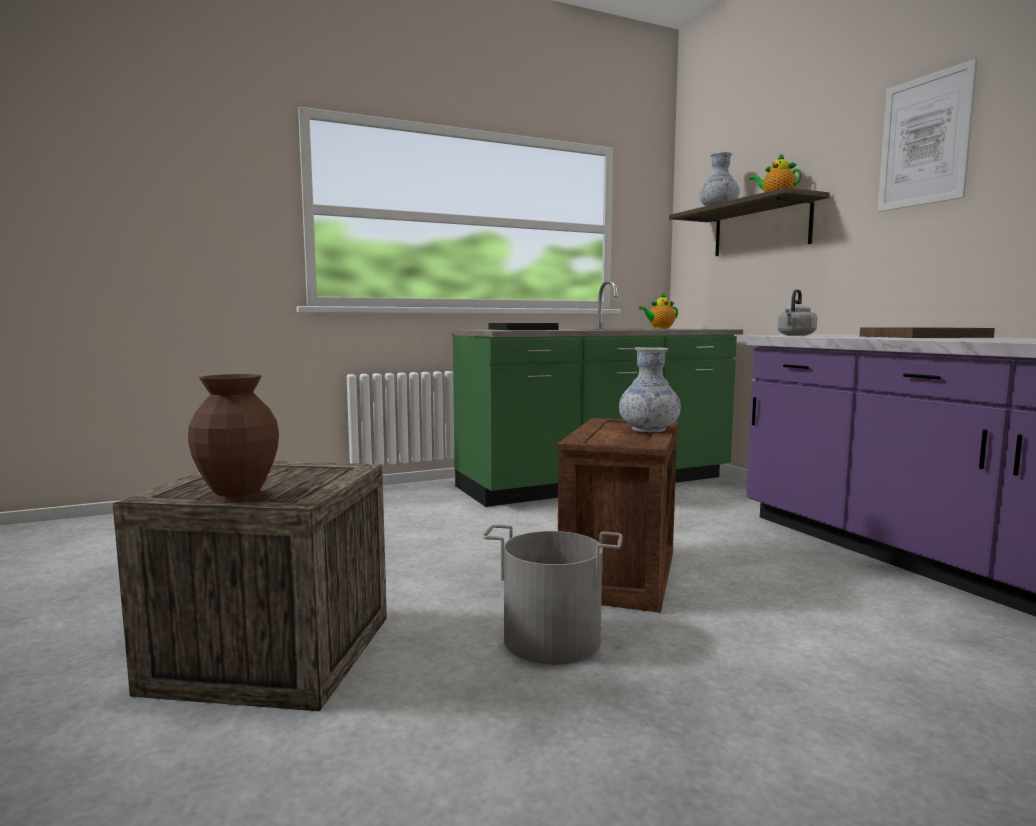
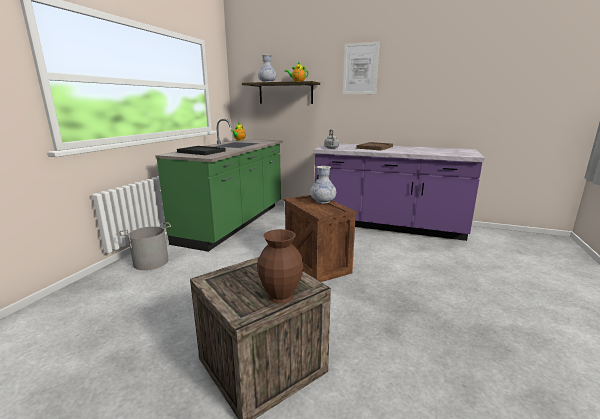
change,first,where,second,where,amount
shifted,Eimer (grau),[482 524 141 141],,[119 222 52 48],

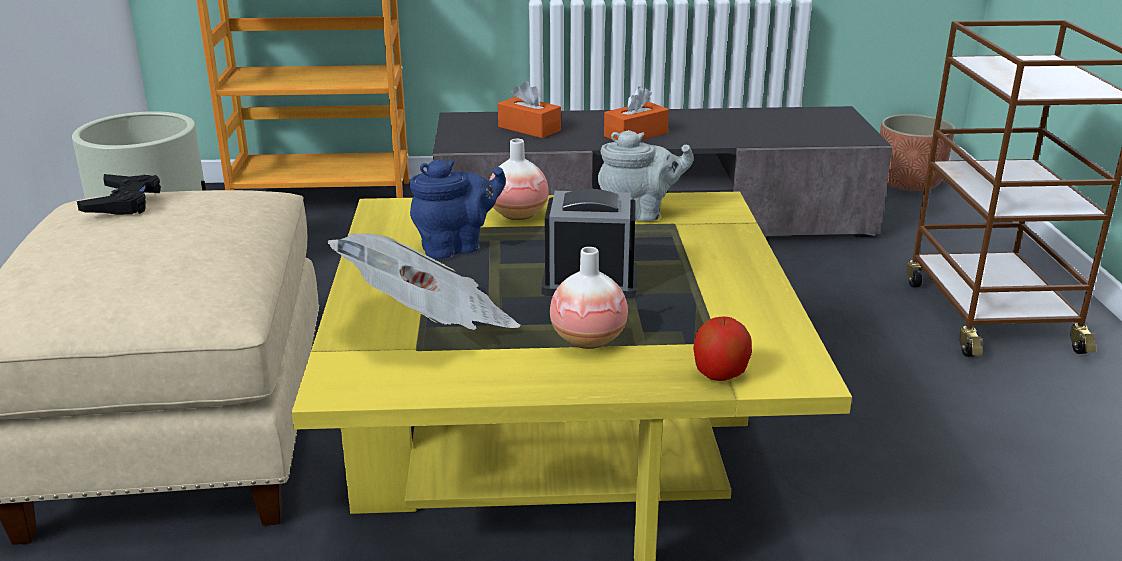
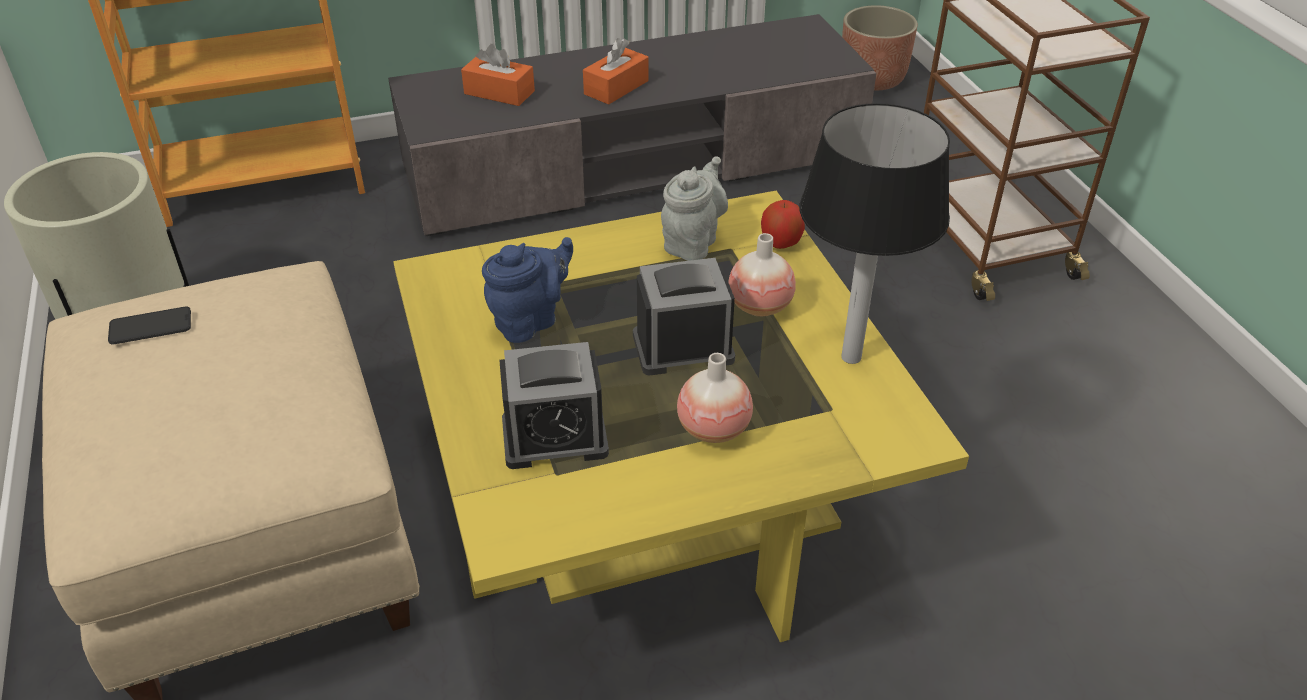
change,first,where,second,where,amount
swapped,Gamepad (schwarz),[77 174 84 41],Handy,[108 306 83 39],
swapped,Zeitung,[328 234 193 96],Wecker,[499 342 110 127],
rotated,Teekanne (grau),[598 130 96 91],,[661 156 67 105],45 degrees counterclockwise
shifted,Vase,[490 139 59 81],,[728 233 68 84],
shifted,Apfel,[693 316 59 65],,[761 200 44 49],
new,,,Tischlampe,[800 103 150 261],

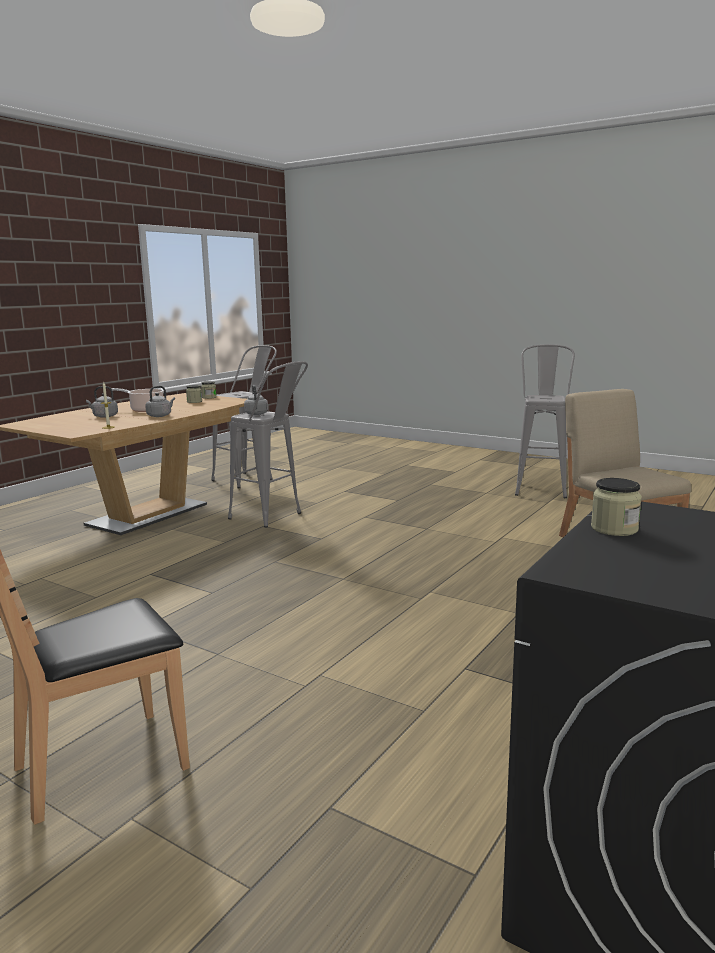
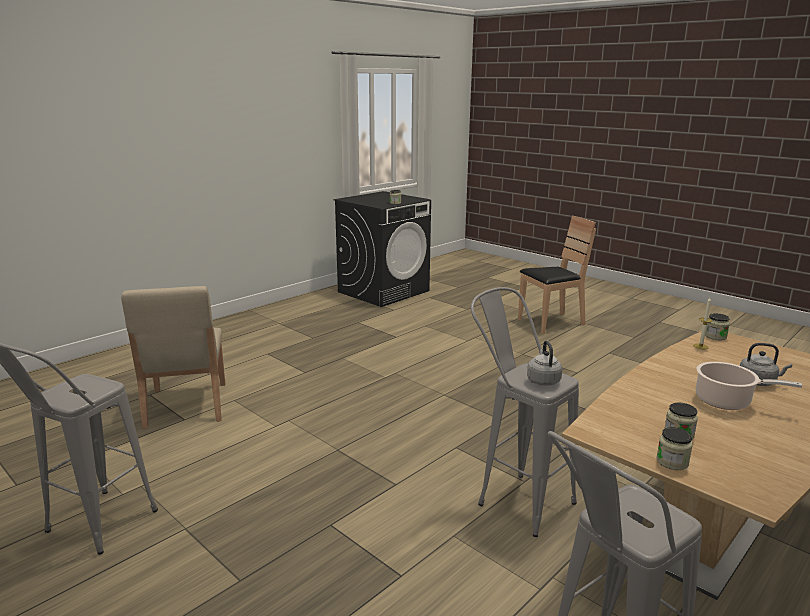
change,first,where,second,where,amount
new,,,Vorratsglas,[705 313 25 27],
gone,Wasserkessel (grau),[145 386 30 31],,,

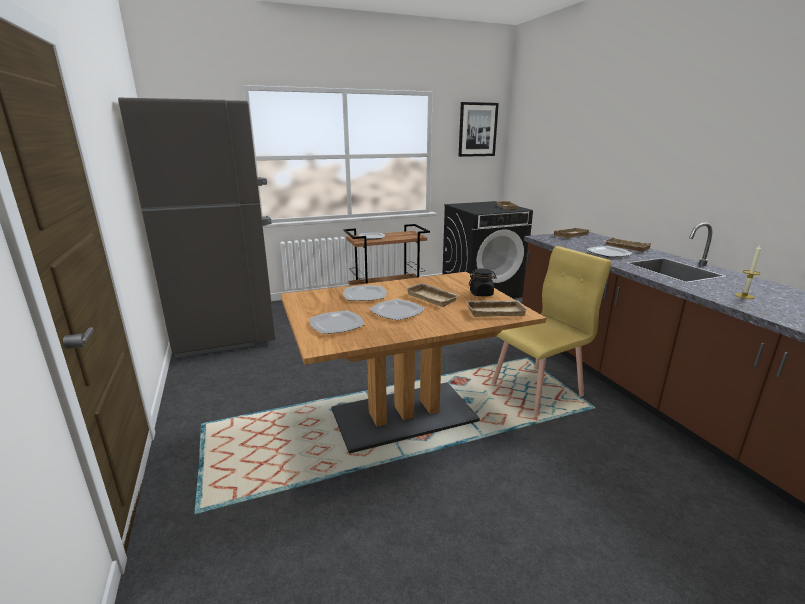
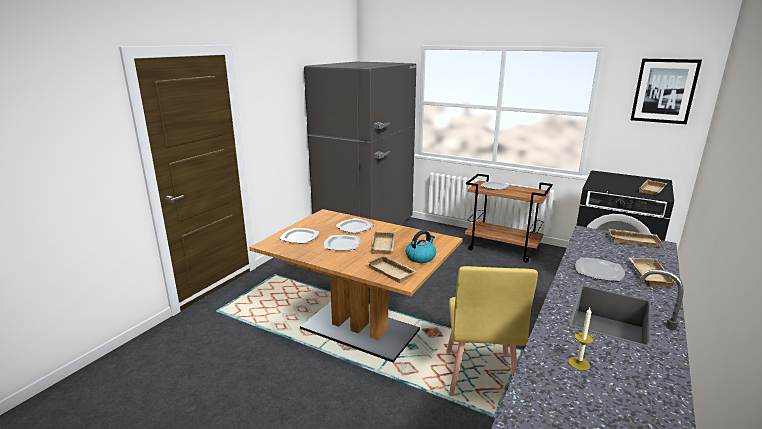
change,first,where,second,where,amount
swapped,Vorratsglas (schwarz),[469 268 28 28],Wasserkessel,[406 230 30 33],
rotated,Stuhl (gelb),[492 246 119 168],,[446 266 92 130],75 degrees clockwise

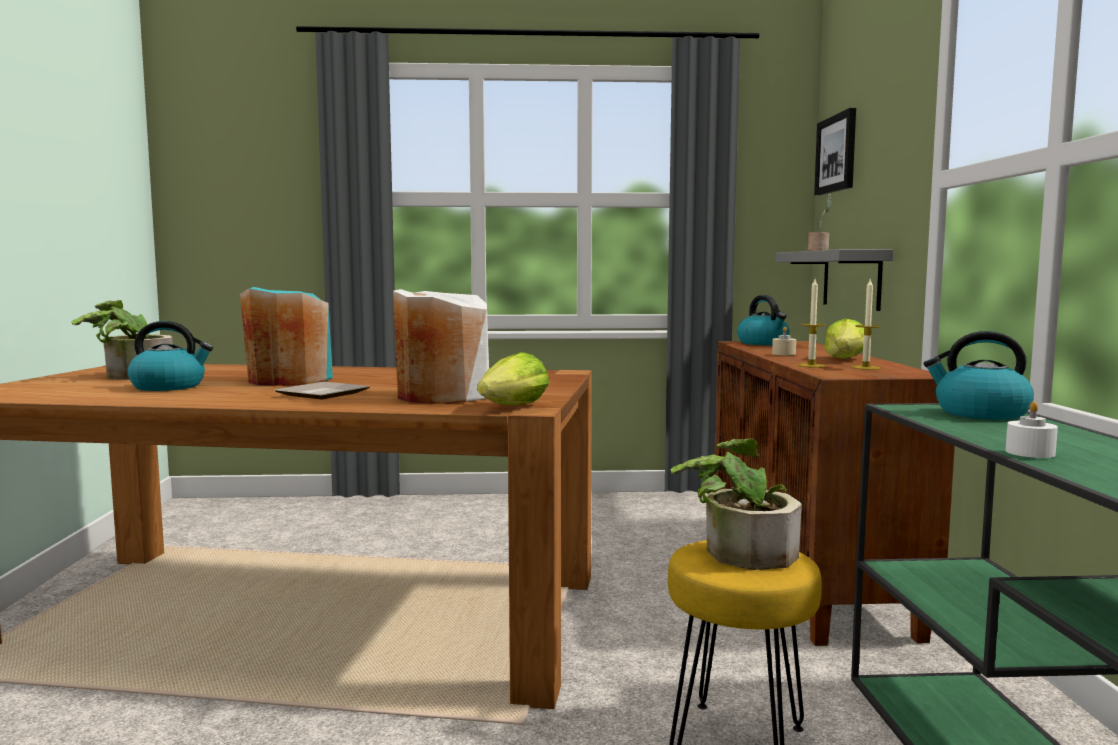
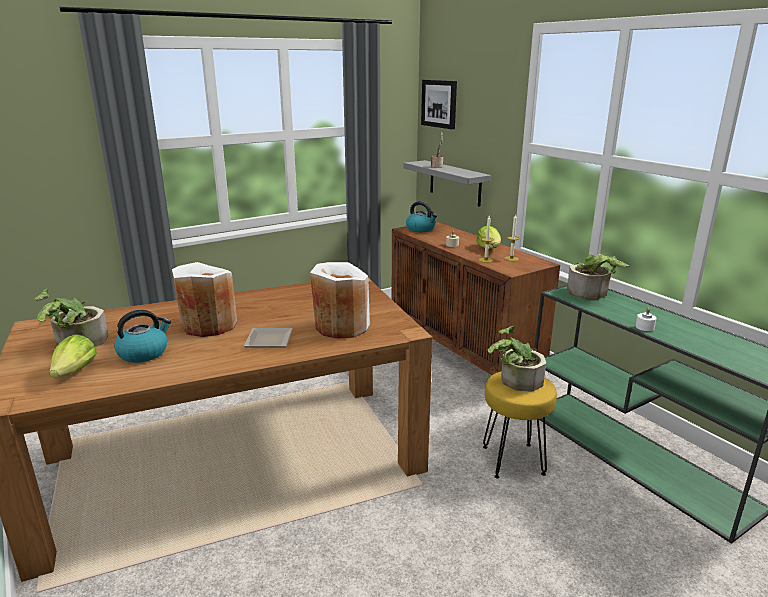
change,first,where,second,where,amount
shifted,Salatkopf,[477 352 72 53],,[49 334 48 43],
repainted,Vase (türkis),[240 287 93 99],Vase (weiß),[172 262 65 75],
swapped,Wasserkessel,[924 331 110 89],Topfpflanze,[567 254 63 45],

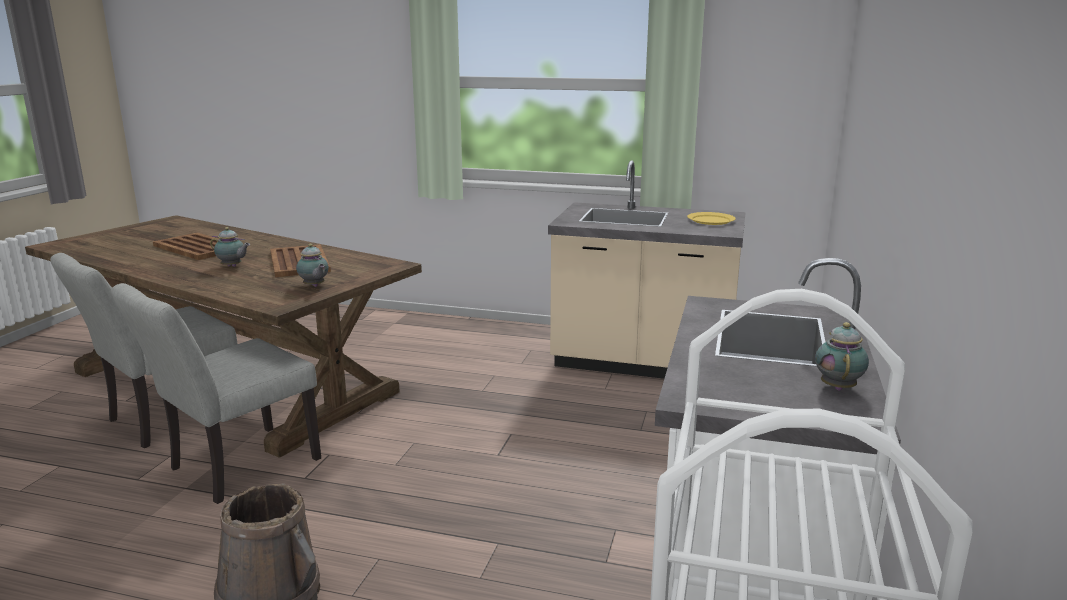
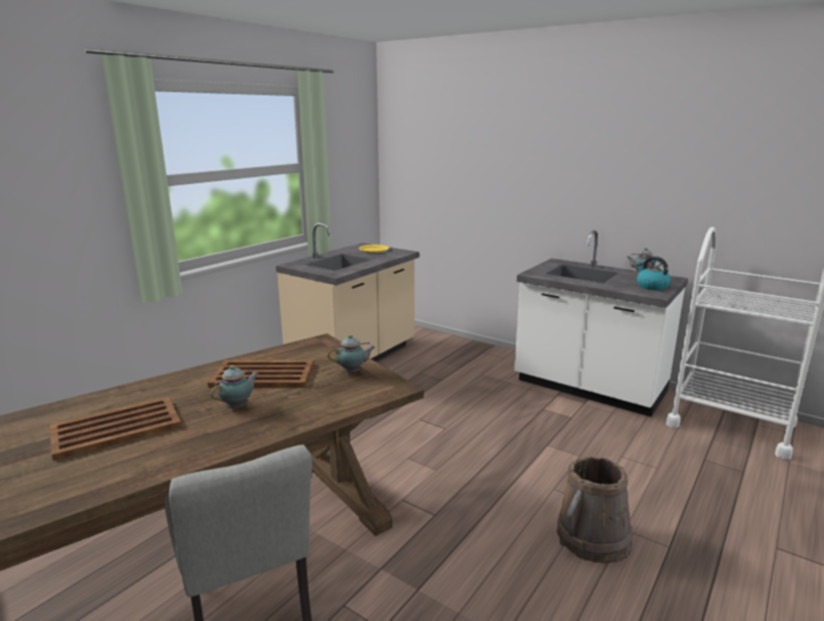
change,first,where,second,where,amount
new,,,Wasserkessel,[636 257 35 33],
gone,Stuhl (grau),[111 283 210 221],,,

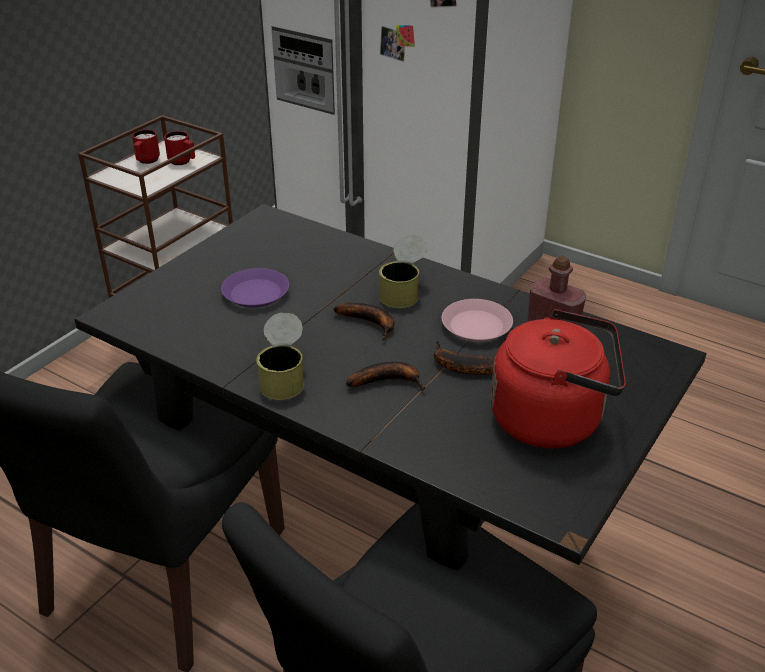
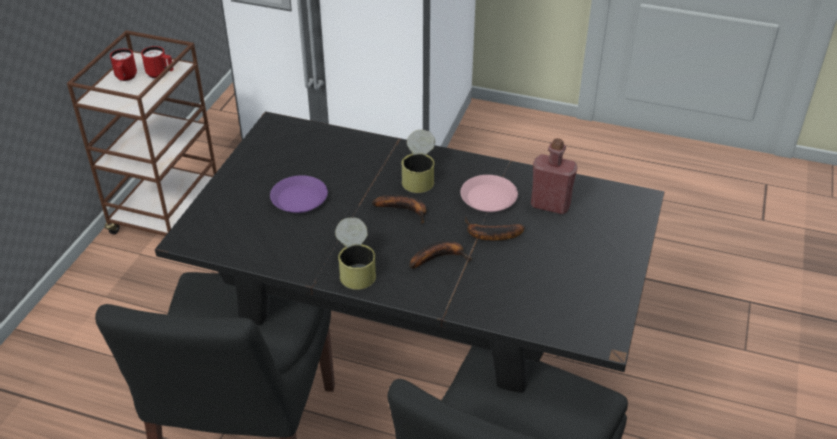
change,first,where,second,where,amount
gone,Wasserkessel (rot),[491 309 135 139],,,

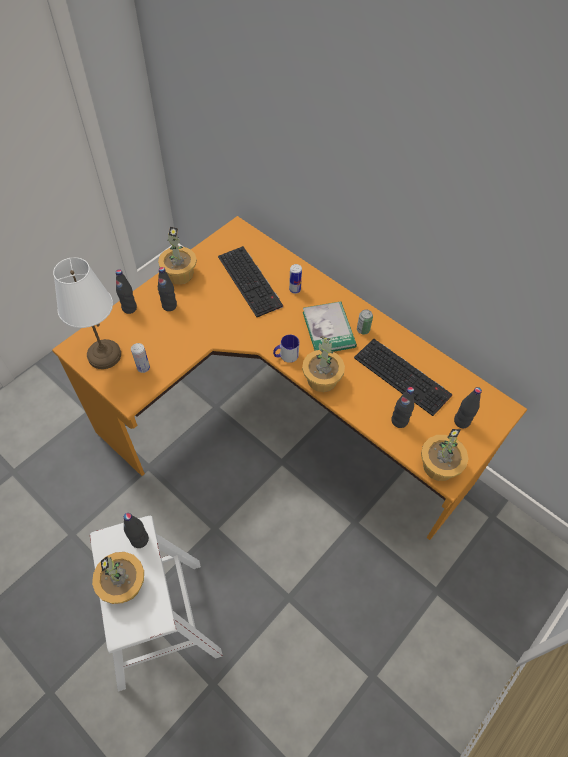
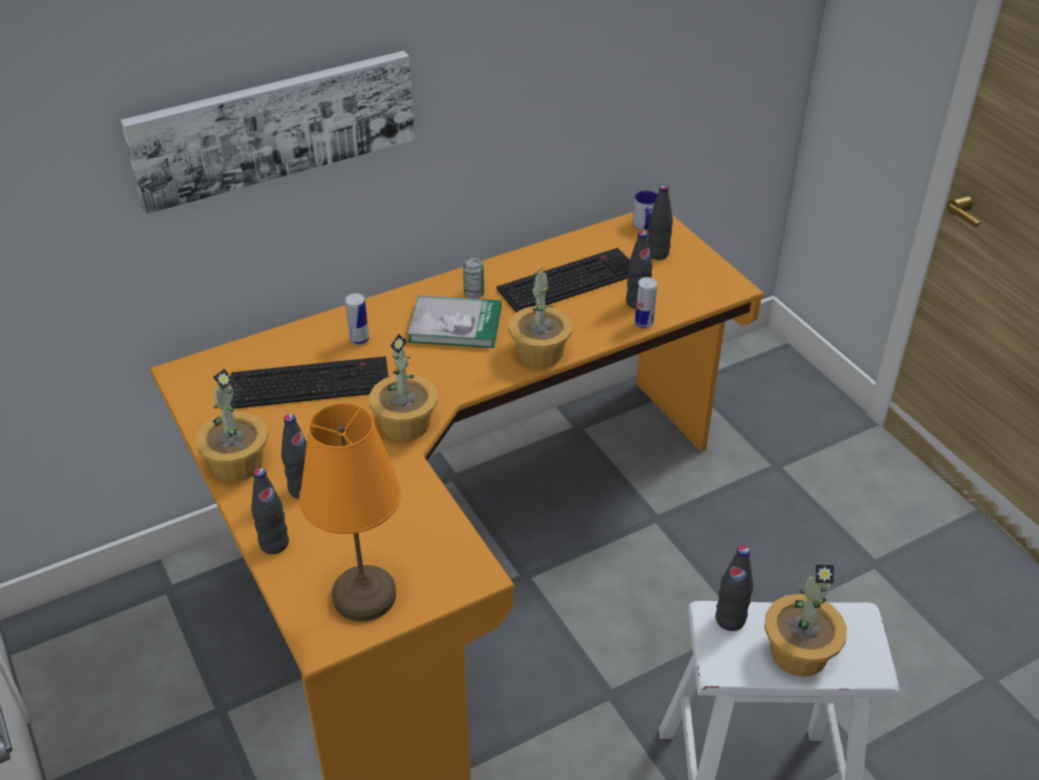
change,first,where,second,where,amount
new,,,Bild,[121 51 294 163],
repainted,Tischlampe (weiß),[53 257 68 112],Tischlampe (orange),[299 403 102 219],
shifted,Topfpflanze,[421 429 47 52],,[369 334 69 107],
shifted,Henkelbecher,[273 335 26 28],,[633 191 25 39],
shifted,Dose,[131 343 19 30],,[635 277 22 51],

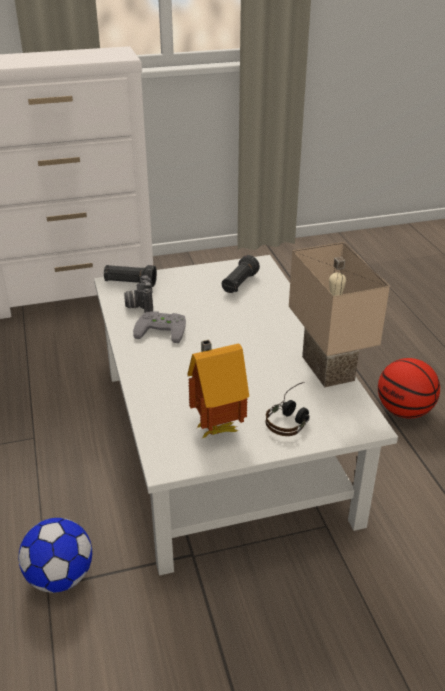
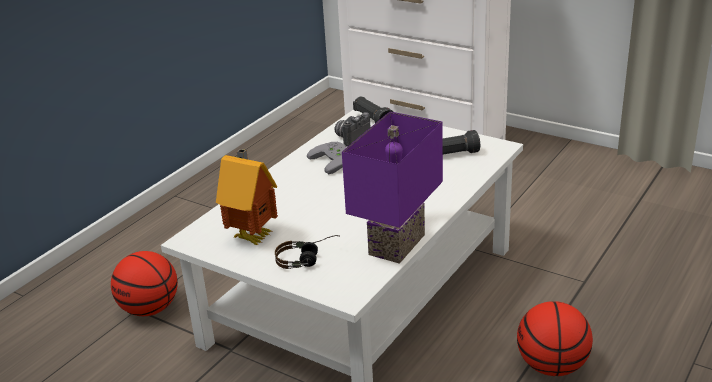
change,first,where,second,where,amount
swapped,Fußball,[18 518 74 75],Basketball,[111 251 67 65],
repainted,Tischlampe (beige),[289 242 101 145],Tischlampe (lila),[342 112 101 152],

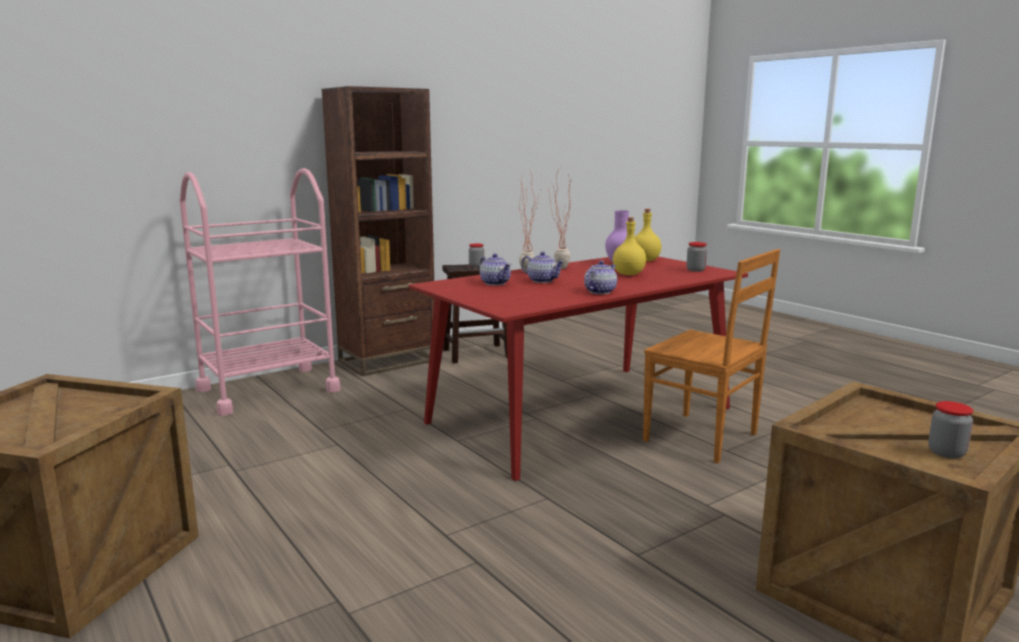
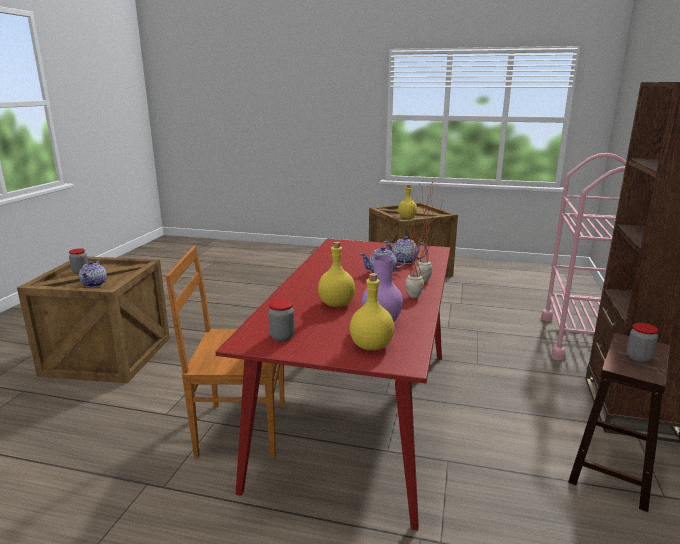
change,first,where,second,where,amount
shifted,Teekanne,[584 261 33 33],,[79 261 28 26],
new,,,Flasche (gelb),[398 185 19 33],

